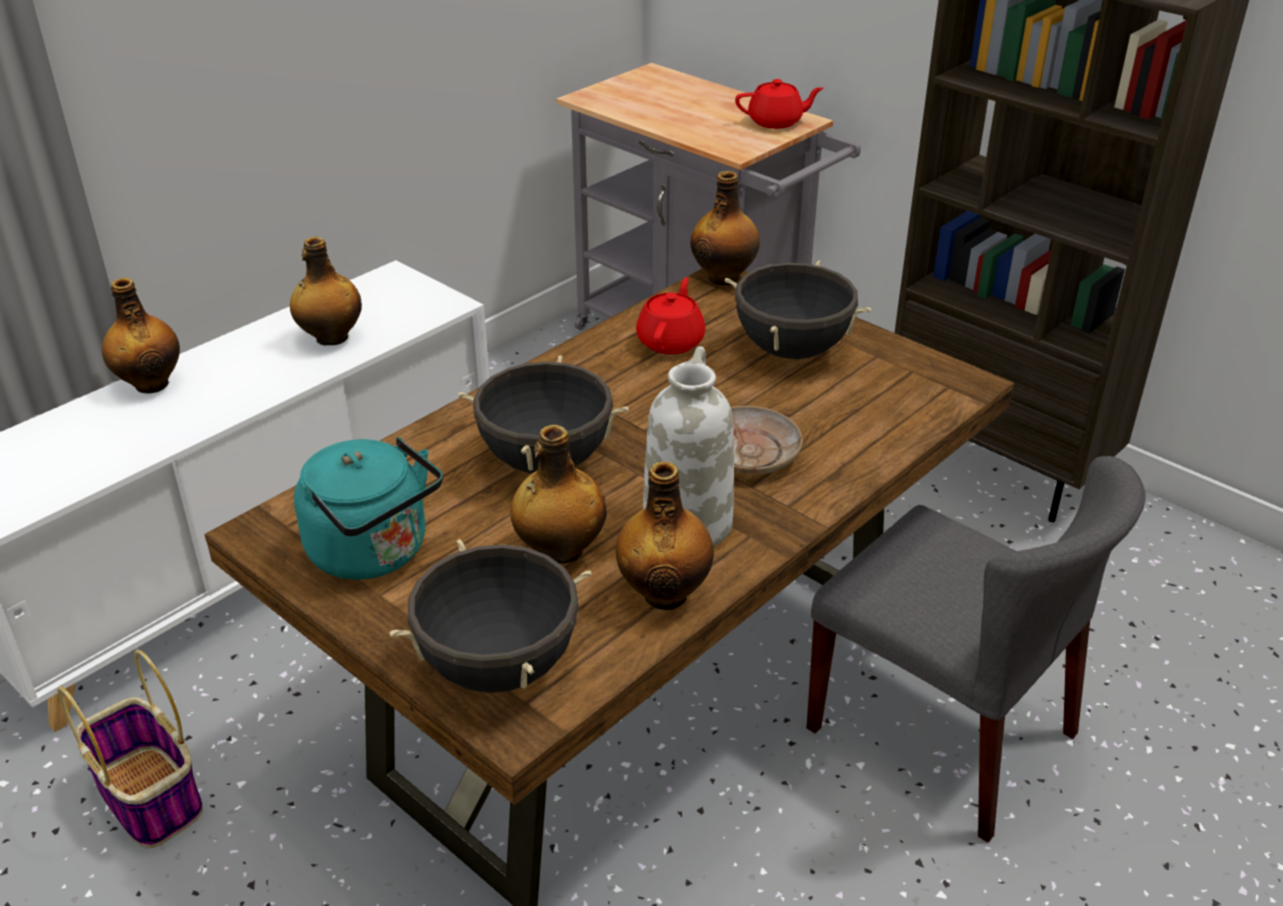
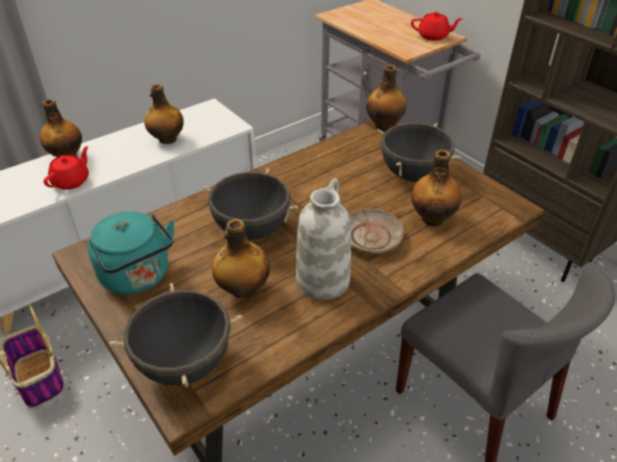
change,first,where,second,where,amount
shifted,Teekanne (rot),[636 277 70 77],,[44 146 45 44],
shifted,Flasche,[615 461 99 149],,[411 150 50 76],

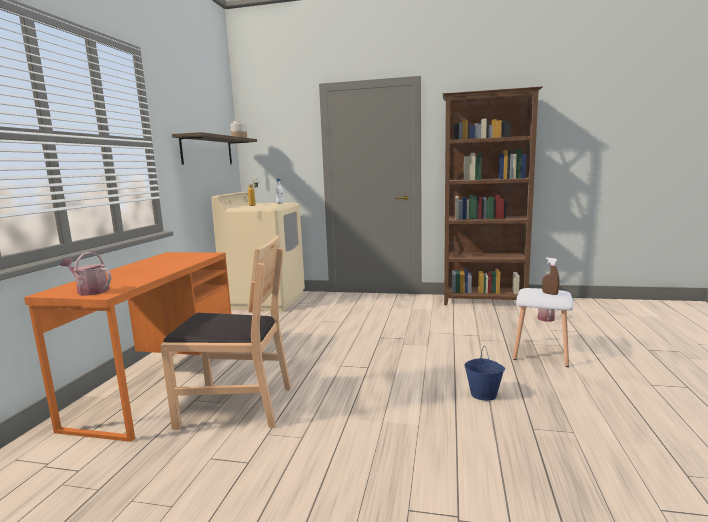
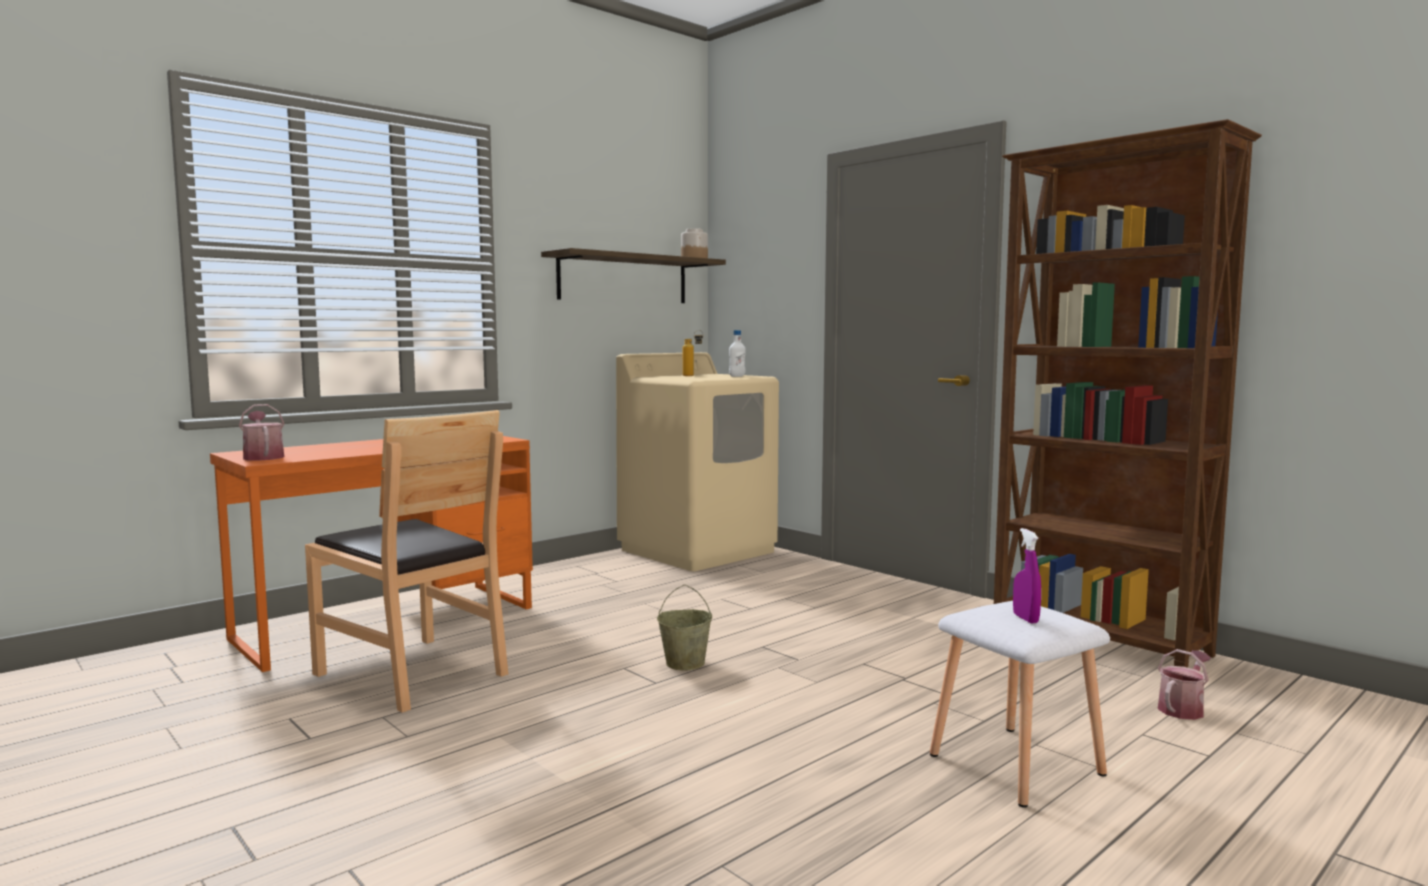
change,first,where,second,where,amount
new,,,Eimer (beige),[657 585 55 86],
repainted,Sprühflasche (braun),[542 257 17 38],Sprühflasche (lila),[1013 528 28 96],
gone,Eimer (blau),[464 346 41 55],,,

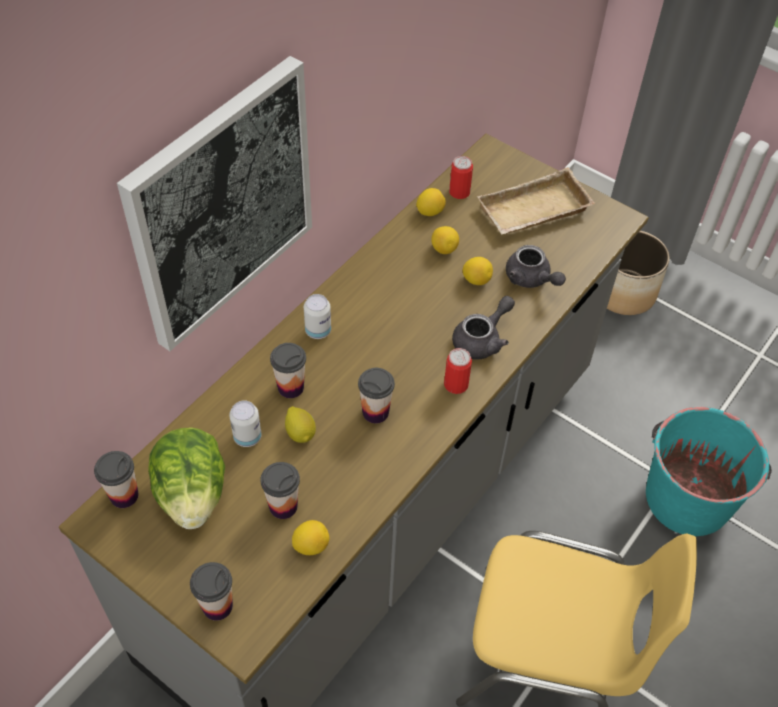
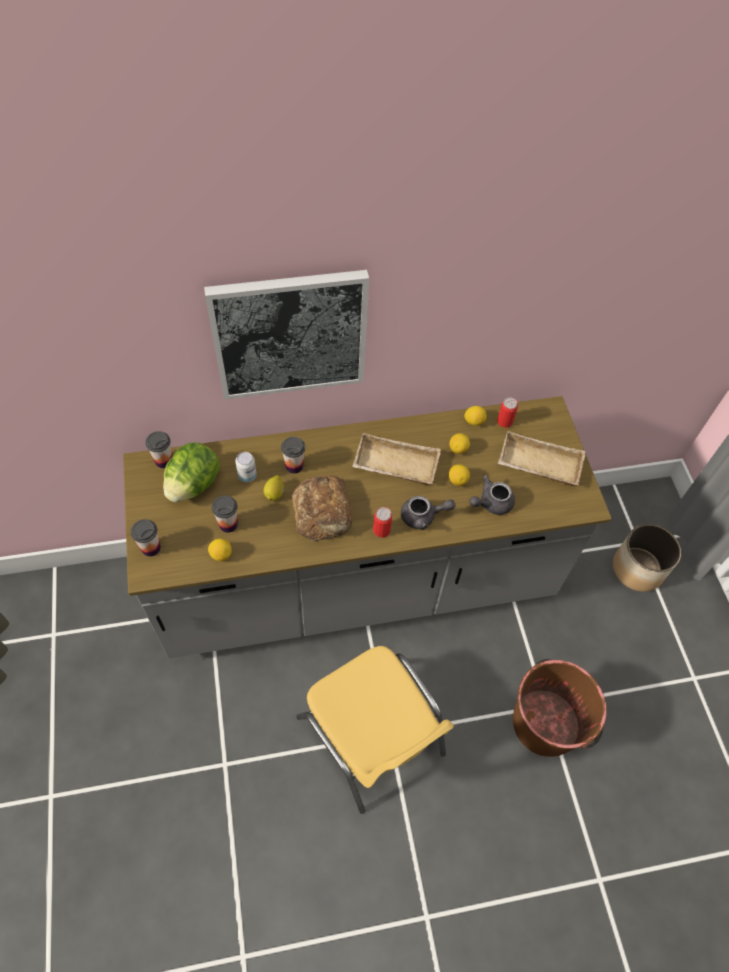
change,first,where,second,where,amount
swapped,Tasse,[358 368 37 55],Brot,[292 475 60 66],
new,,,Tablett (beige),[352 433 89 52],
rotated,Teekanne (grau),[506 245 60 43],,[469 475 46 40],60 degrees clockwise
repainted,Eimer (türkis),[646 407 126 129],Eimer (braun),[513 659 94 98],
gone,Dose,[304 294 27 45],,,

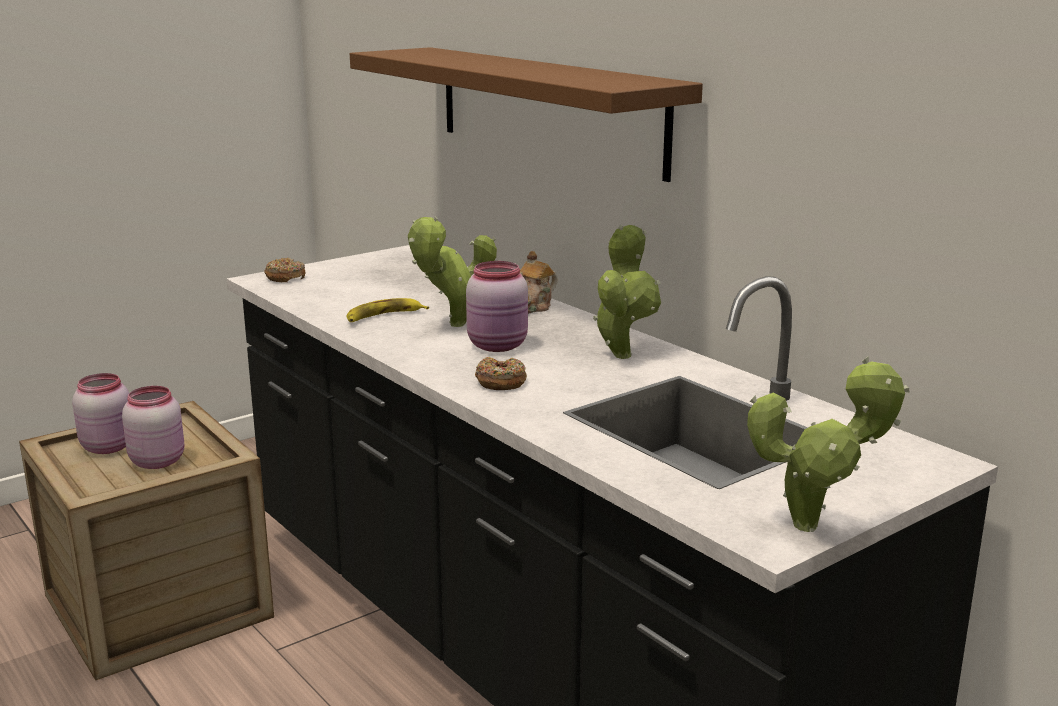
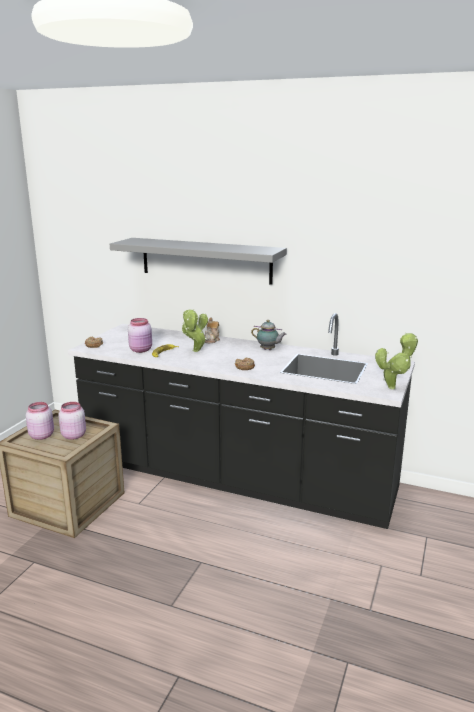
change,first,where,second,where,amount
repainted,Wandregal (braun),[350 47 353 135],Wandregal (grau),[110 238 177 47],
shifted,Vorratsglas (rosa),[466 261 62 91],,[128 318 24 35],
swapped,Topfpflanze,[593 225 68 134],Teekanne,[251 320 36 30],

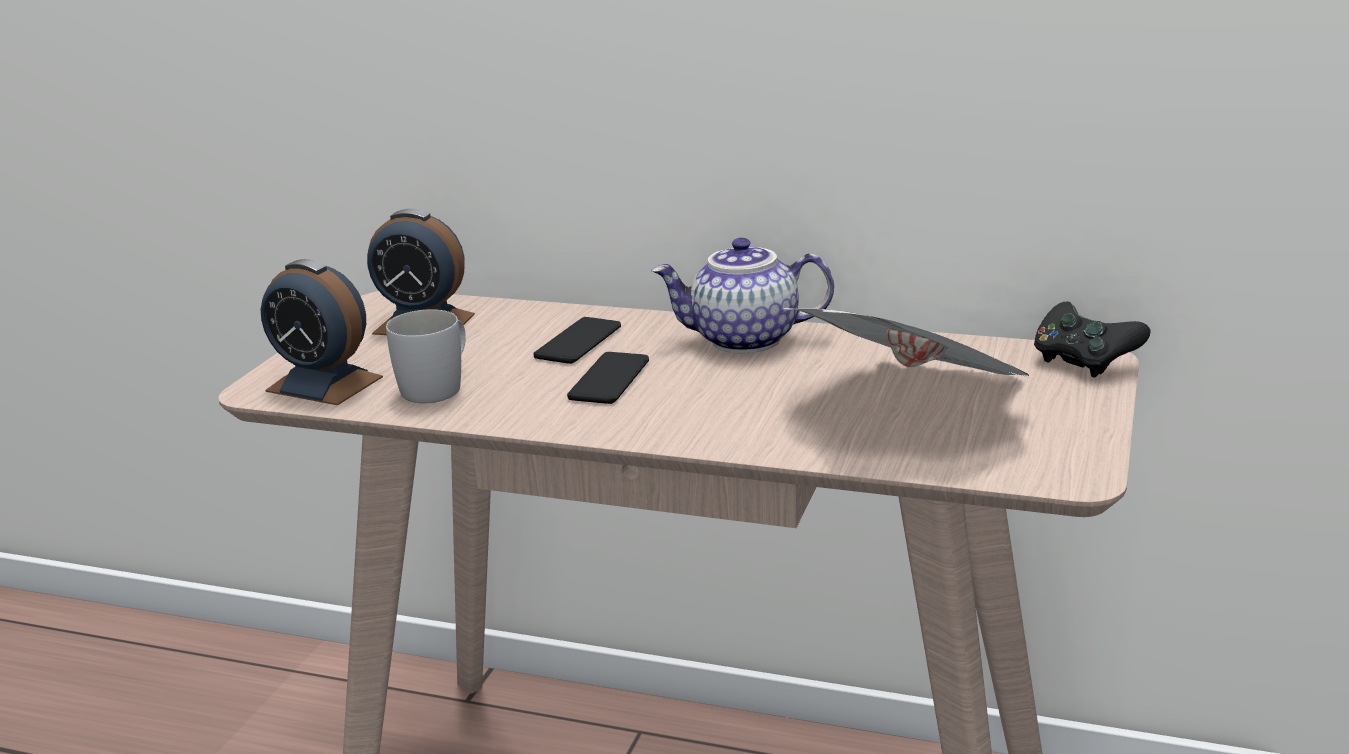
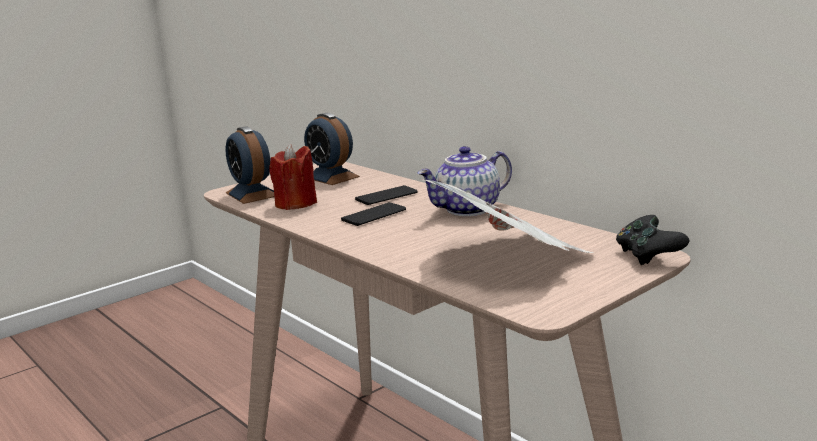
change,first,where,second,where,amount
swapped,Henkelbecher (weiß),[386 309 80 94],Kerze (rot),[269 144 48 66],
rotated,Teekanne,[651 237 183 116],,[418 146 94 70],60 degrees counterclockwise

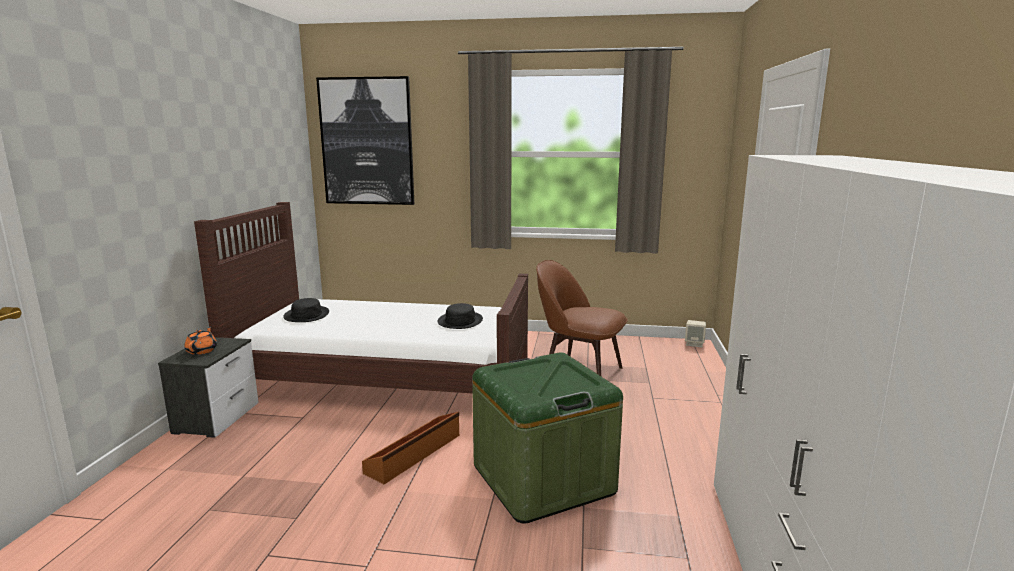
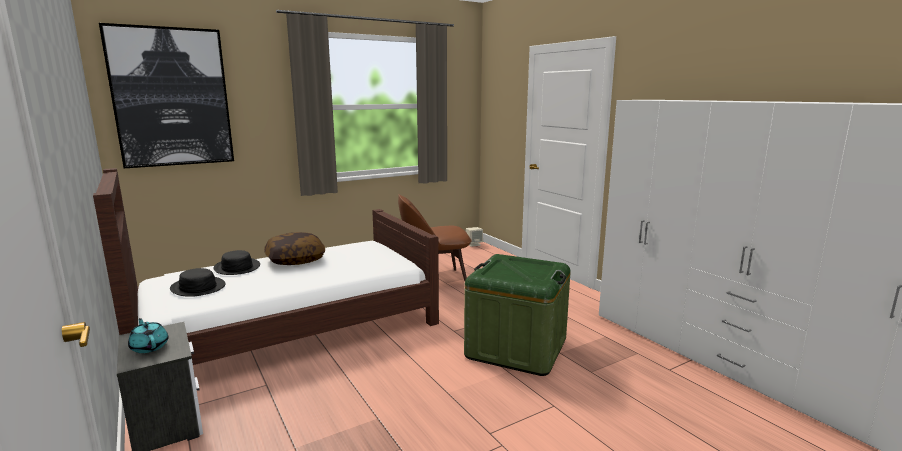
change,first,where,second,where,amount
repainted,Teekanne (orange),[184 326 33 29],Teekanne (türkis),[128 318 40 35],
shifted,Hut (schwarz),[438 303 45 26],,[214 250 46 25],
new,,,Kissen,[264 232 61 33],
gone,Aufbewahrungsbox (braun),[362 412 97 72],,,

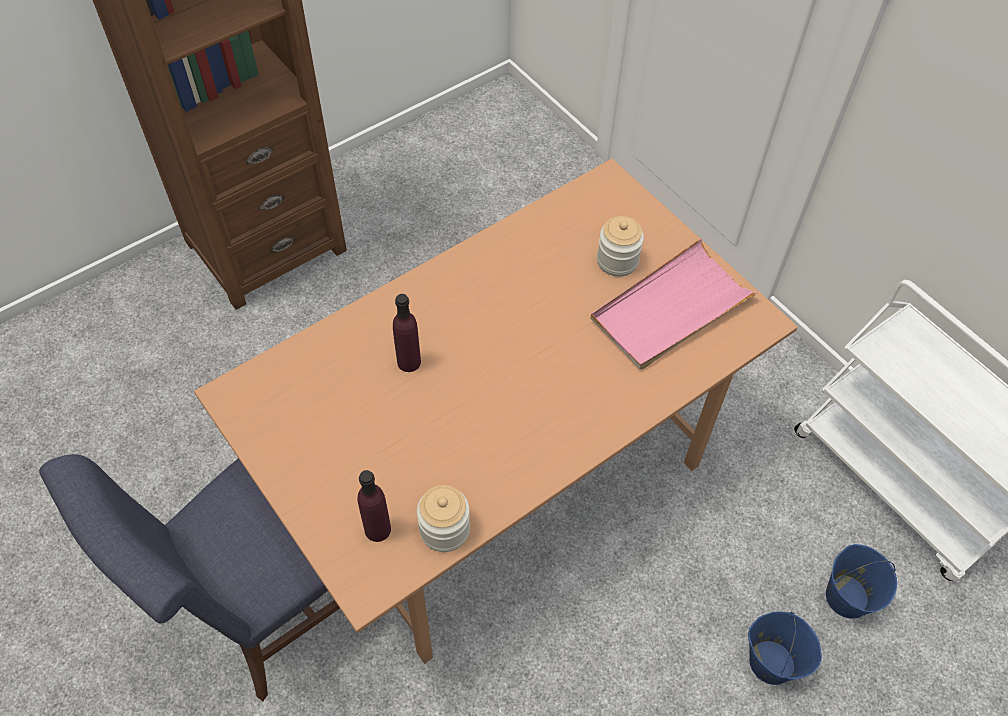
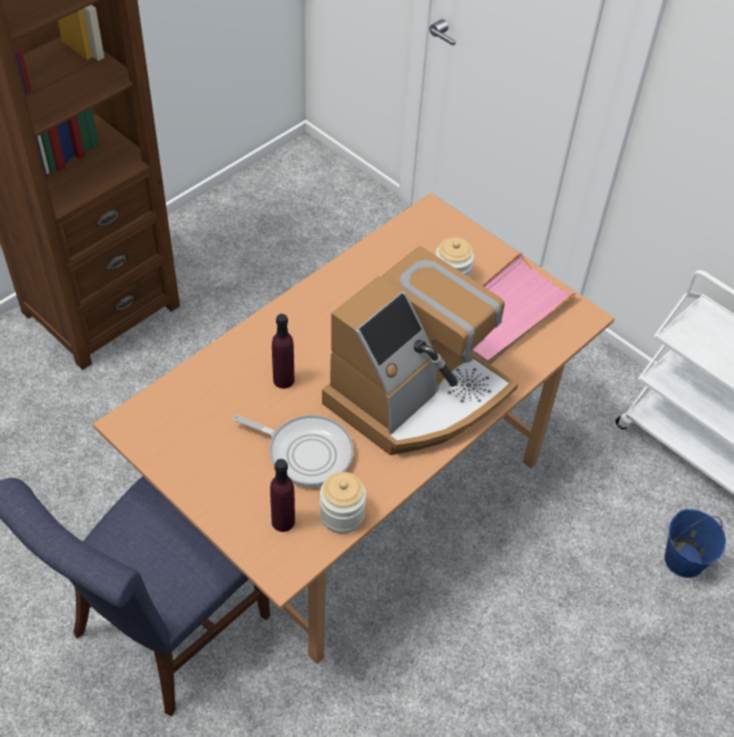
change,first,where,second,where,amount
new,,,Pfanne,[233 415 121 72],
new,,,Kaffeemaschine,[322 246 196 209],
gone,Eimer (blau),[748 611 74 74],,,

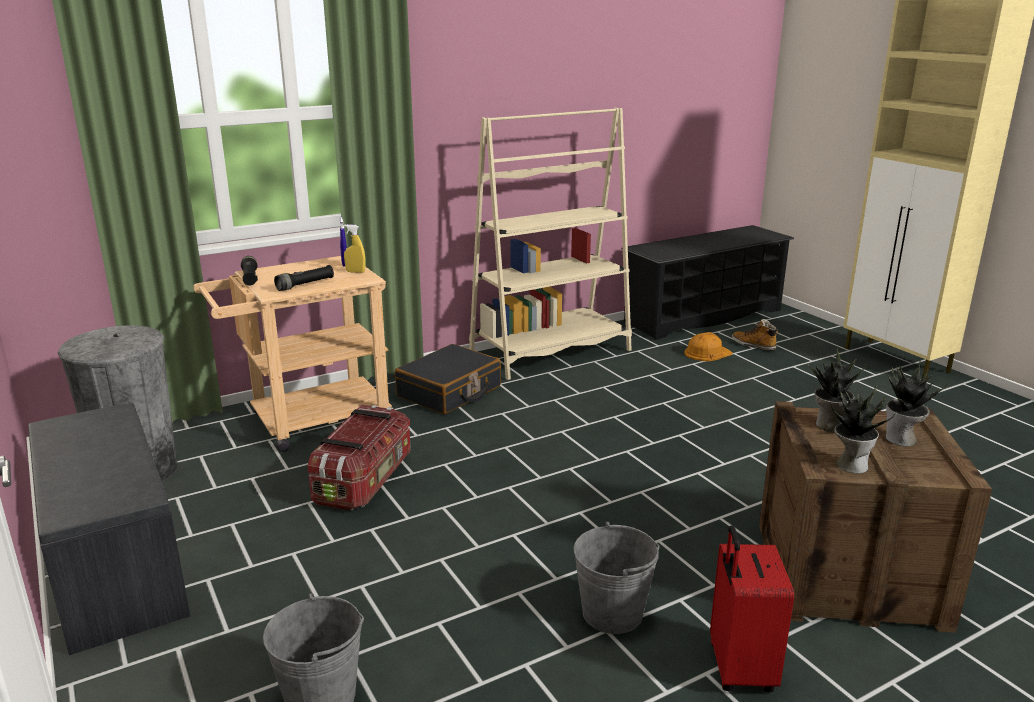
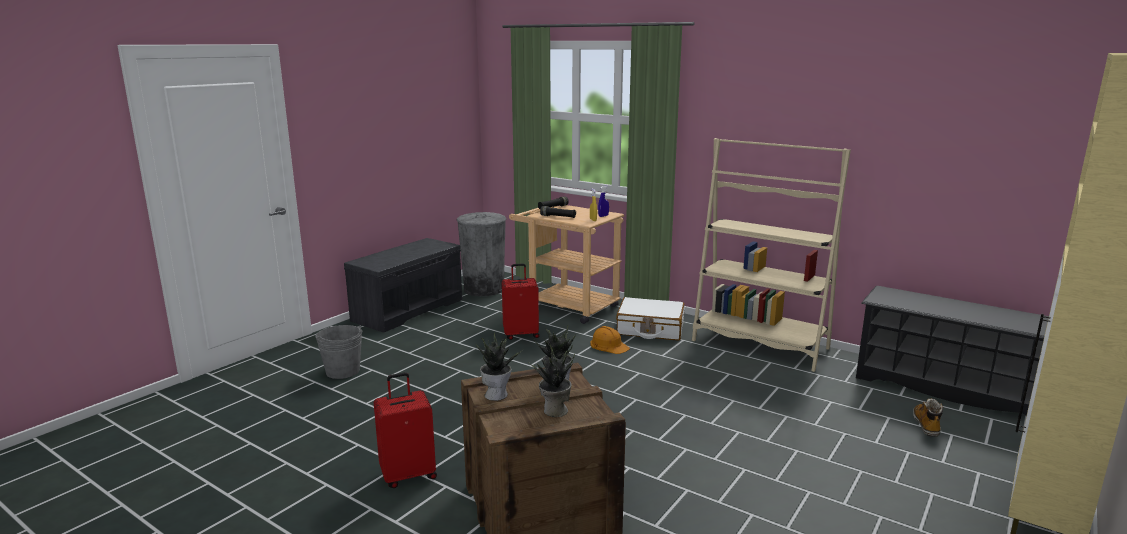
change,first,where,second,where,amount
swapped,Aufbewahrungsbox,[307 405 104 105],Koffer (rot),[502 263 37 77],
shifted,Schutzhelm (orange),[684 332 49 29],,[590 326 40 28],
repainted,Koffer (schwarz),[395 344 106 70],Koffer (weiß),[616 297 69 44],
gone,Eimer (grau),[573 522 86 112],,,

